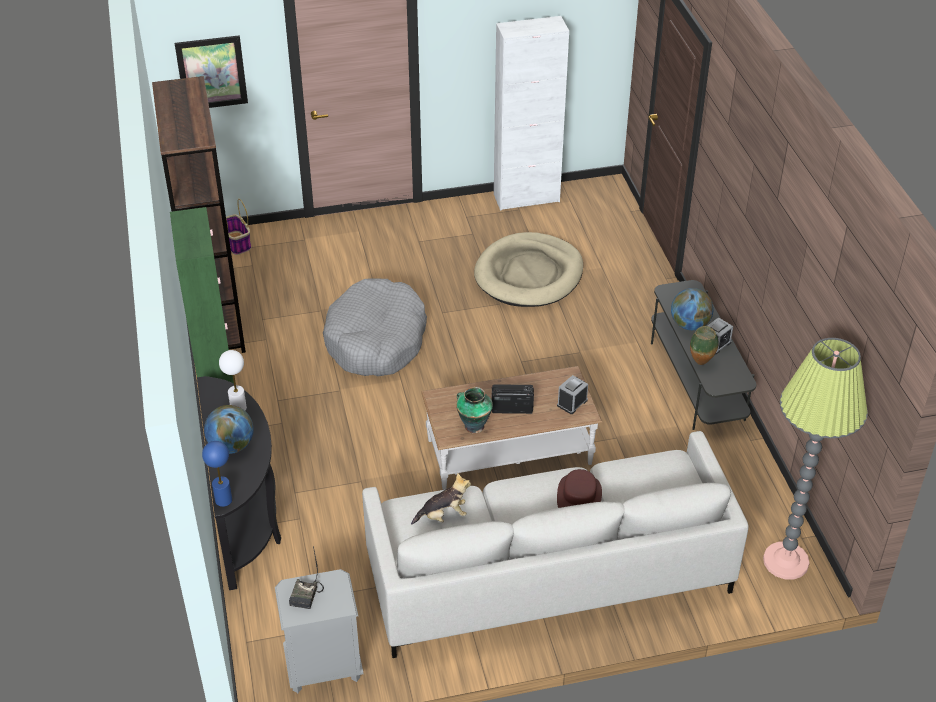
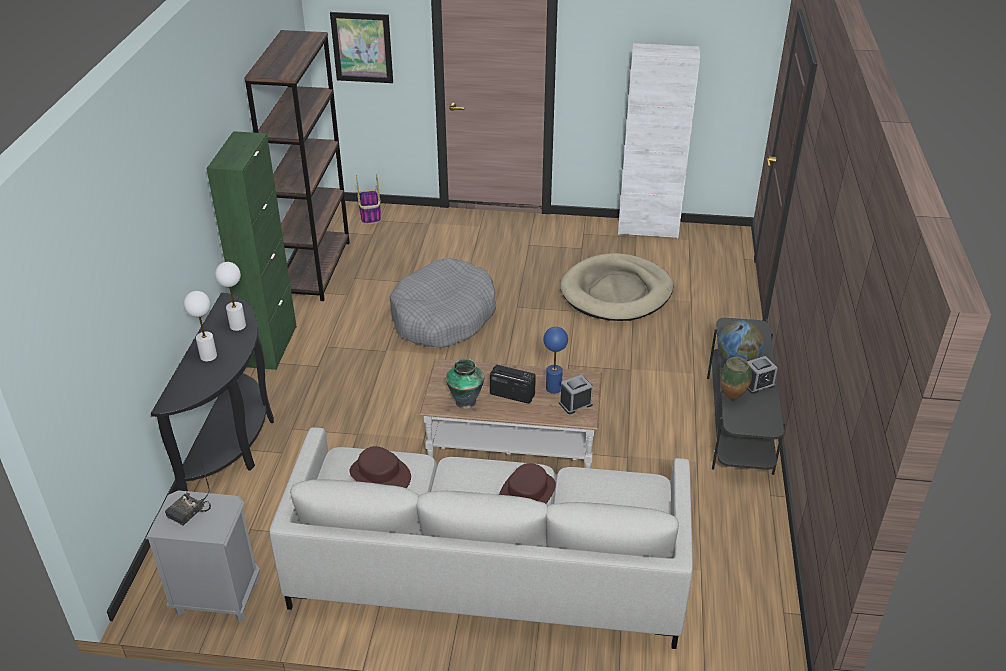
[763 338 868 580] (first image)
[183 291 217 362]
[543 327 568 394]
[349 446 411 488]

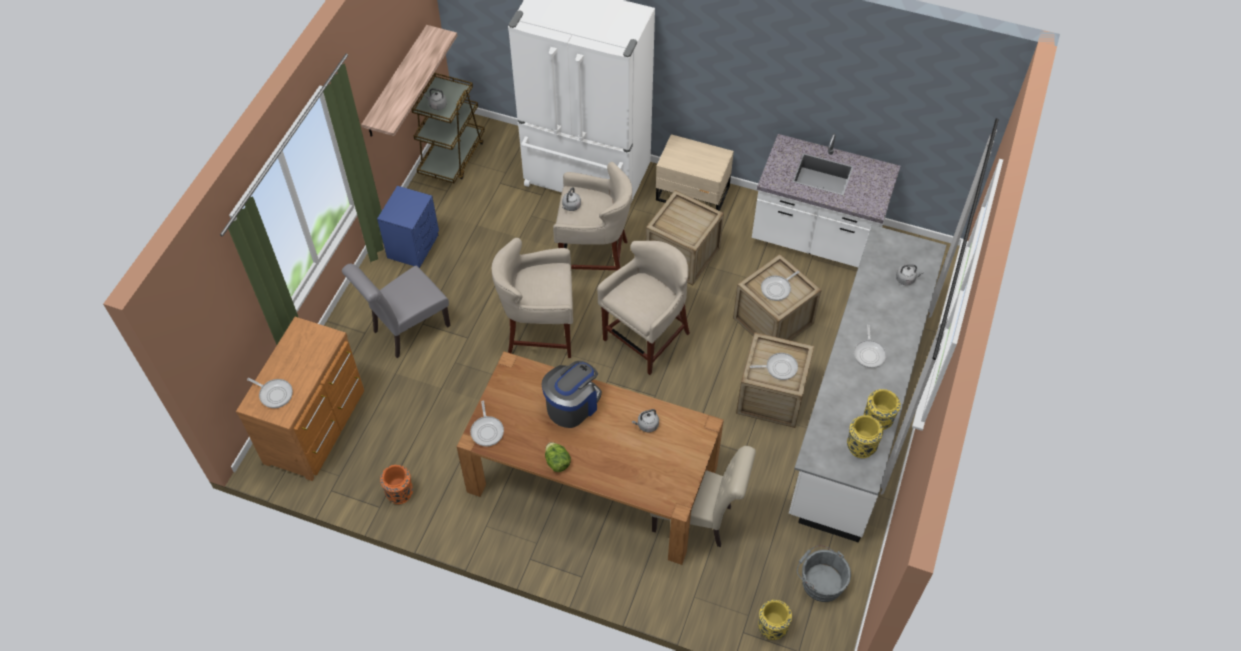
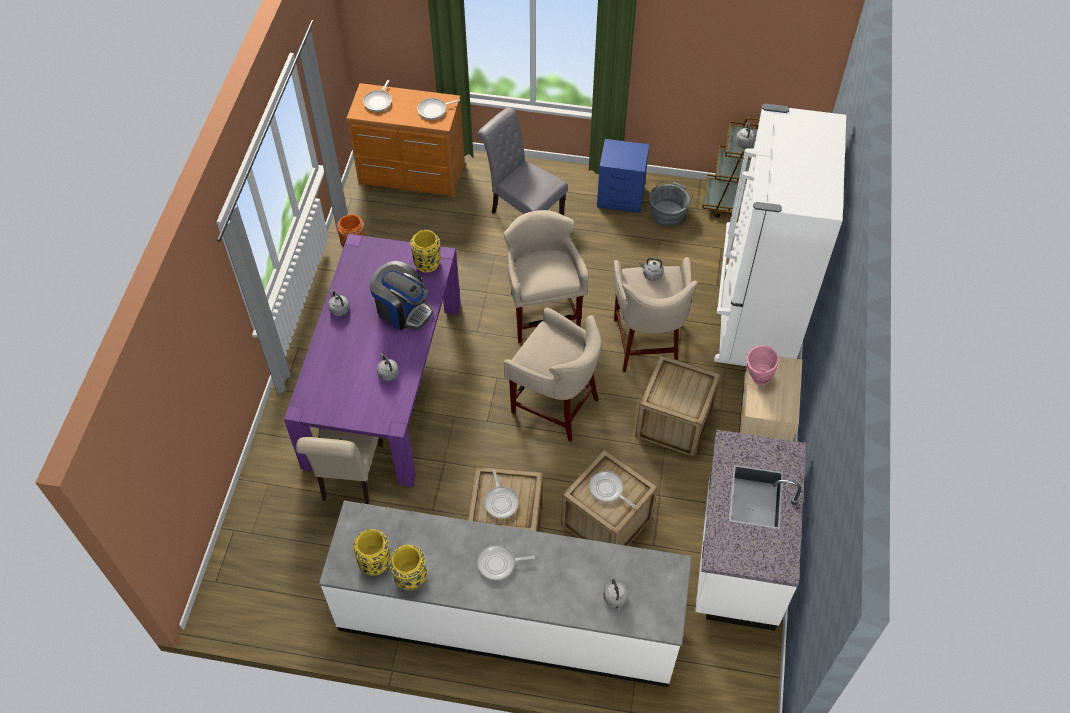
[361 25 458 137] (first image)
[284 234 461 487]
[417 98 460 120]
[328 290 350 316]
[649 181 693 227]
[410 230 441 273]
[747 345 779 385]

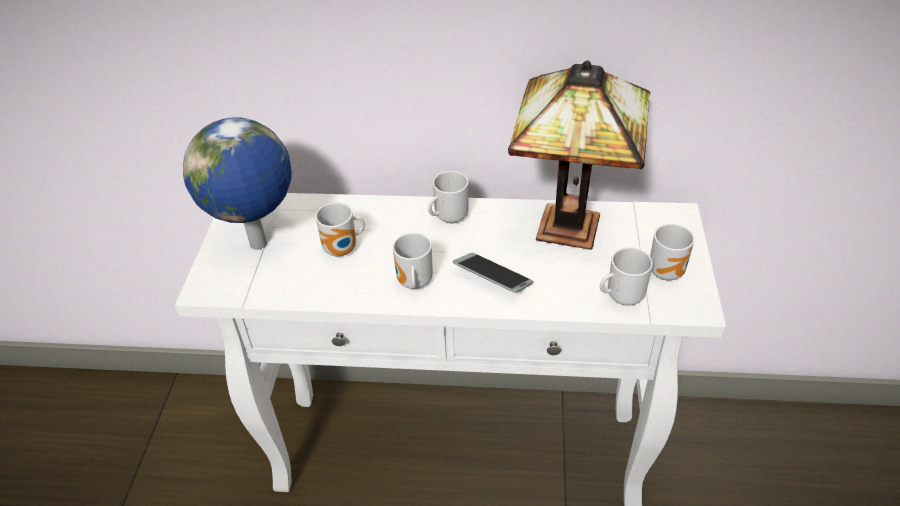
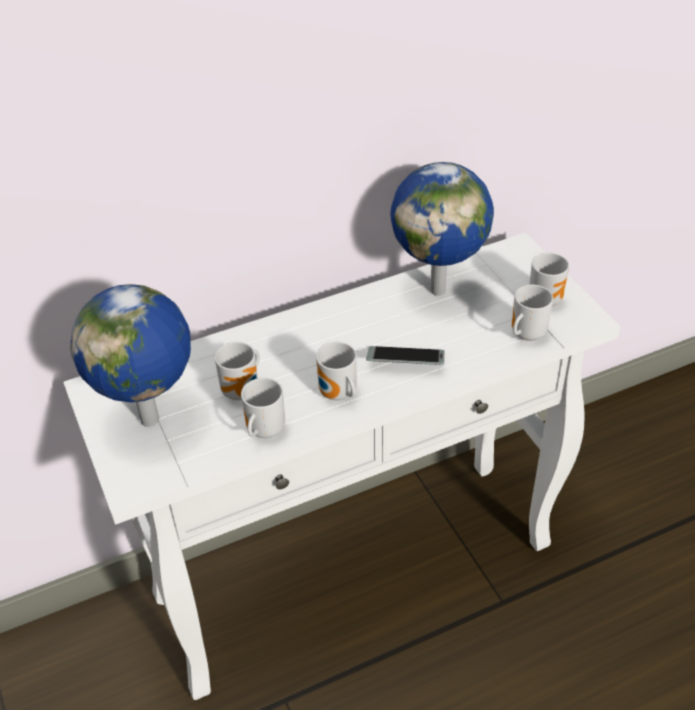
[390 162 494 296]
[241 378 285 438]

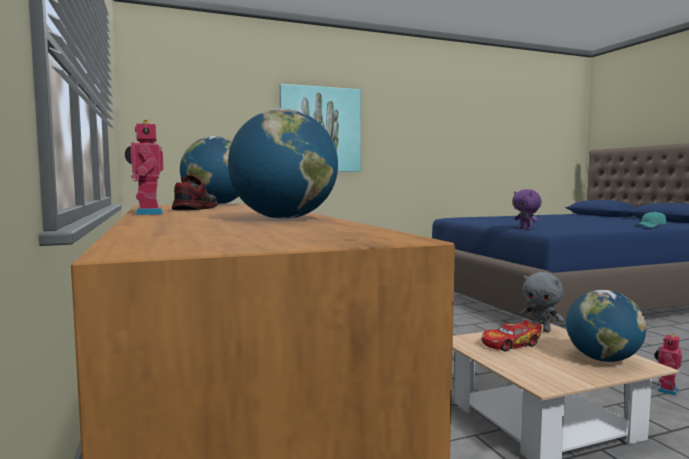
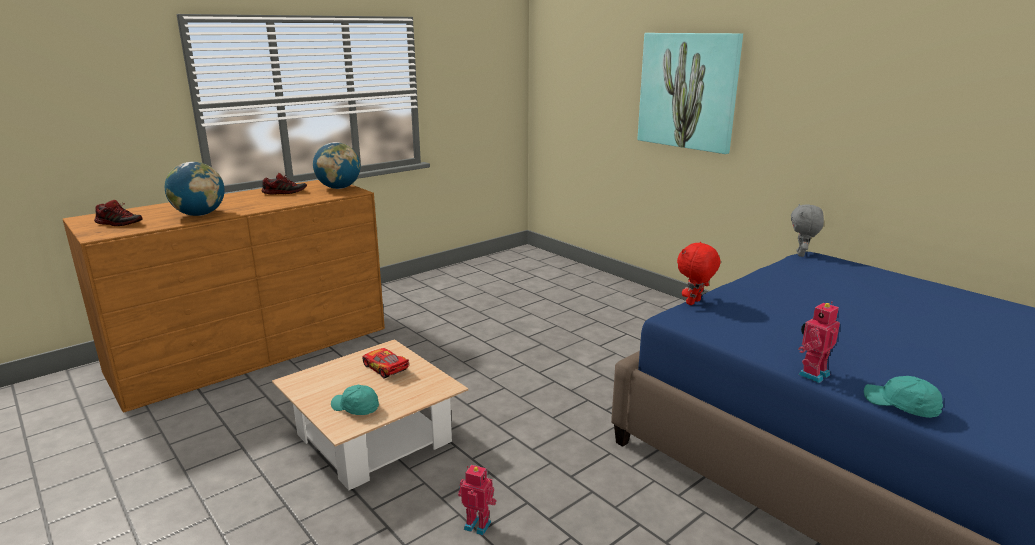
[798 302 840 383]
[677 242 720 305]
[791 204 824 257]
[331 385 379 415]
[94 200 143 226]

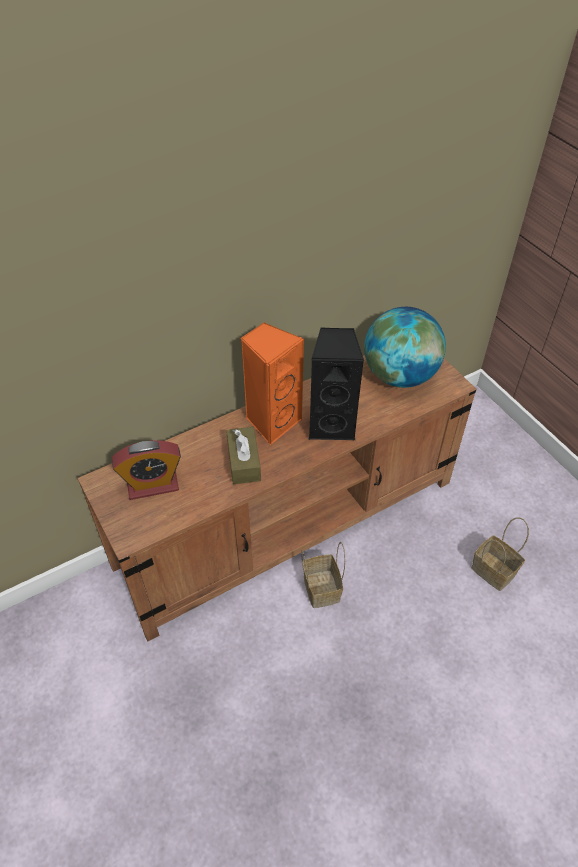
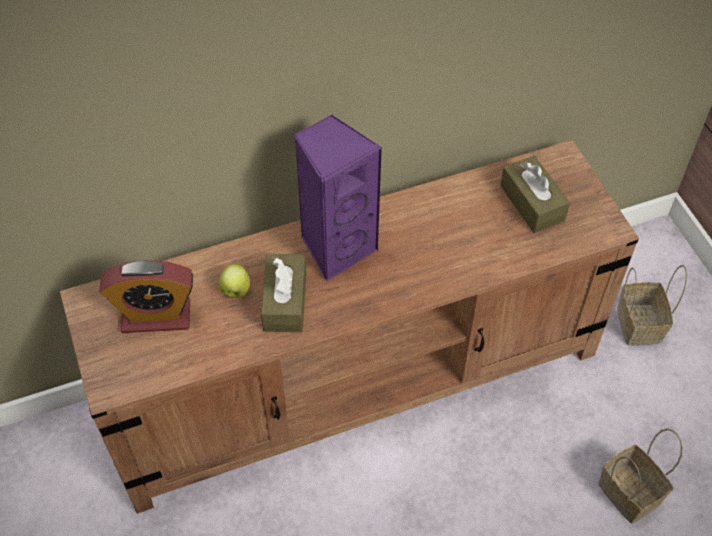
[500 156 570 233]
[294 114 382 282]
[309 327 364 440] (first image)
[617 265 687 345]
[219 264 250 298]

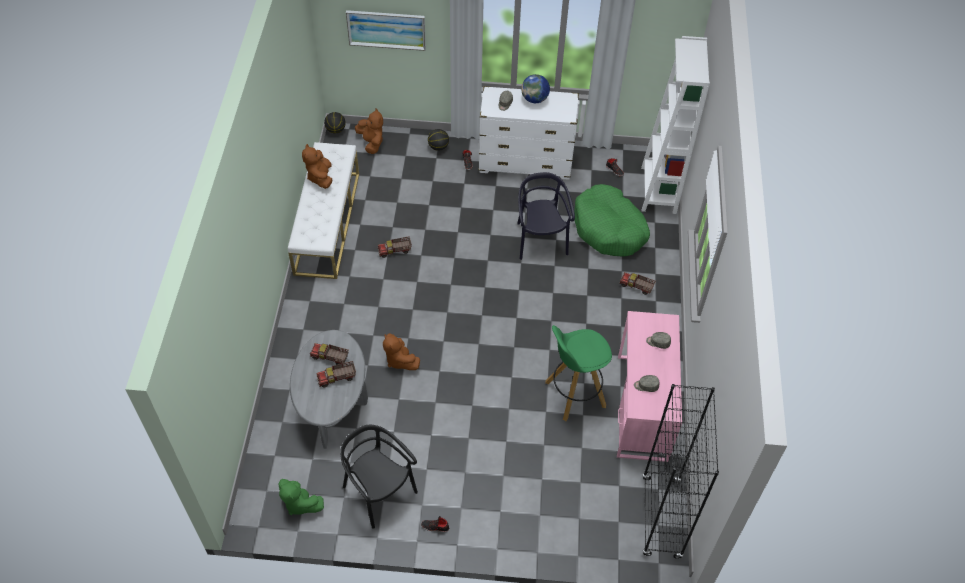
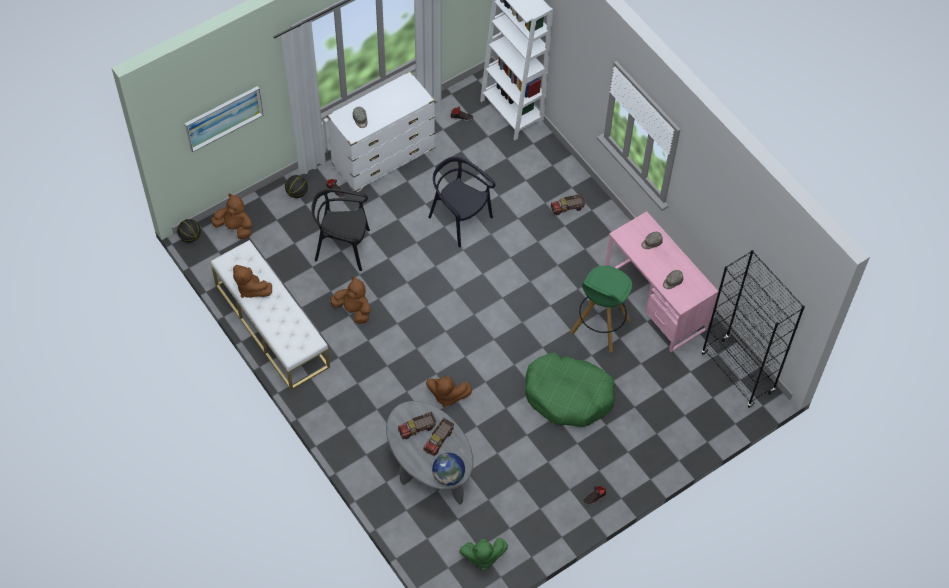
[432 453 465 486]
[525 352 615 427]
[330 276 371 324]
[311 189 370 271]

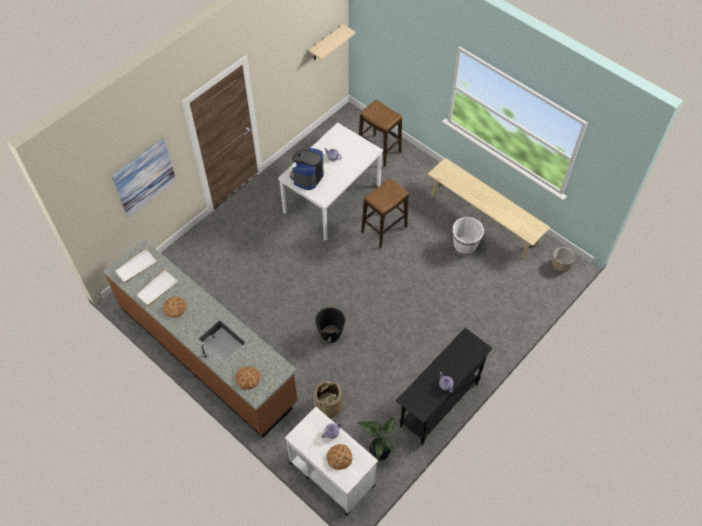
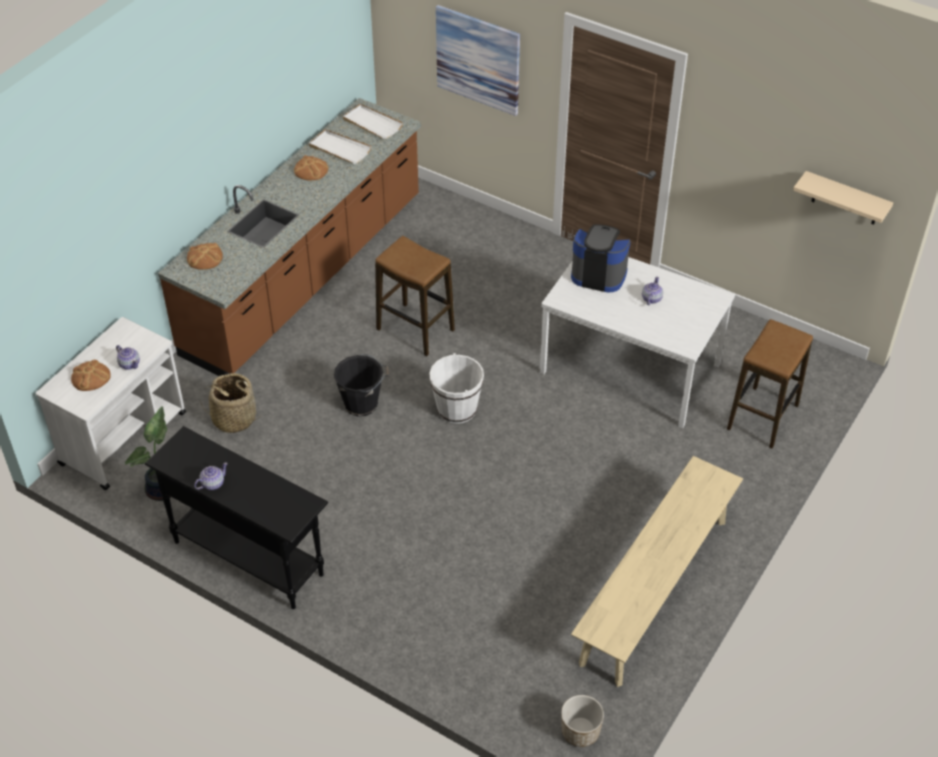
[375 236 455 356]
[429 353 484 424]

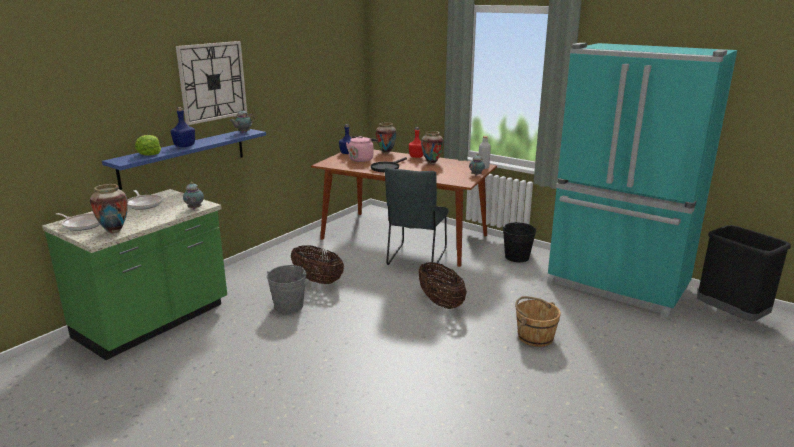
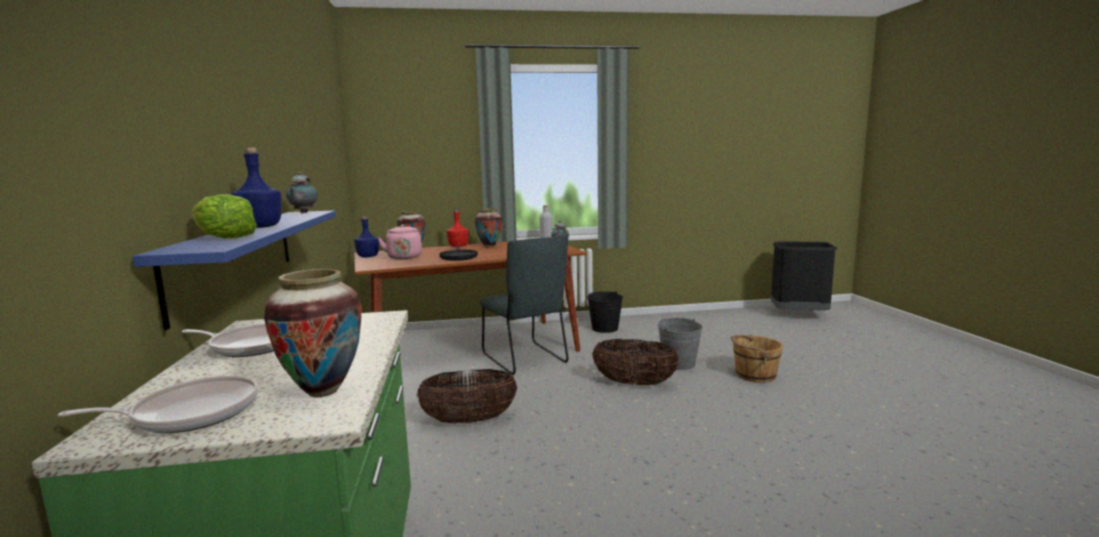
[176 41 247 125] (first image)
[547 43 737 318] (first image)
[183 182 204 209] (first image)
[658 318 703 370]

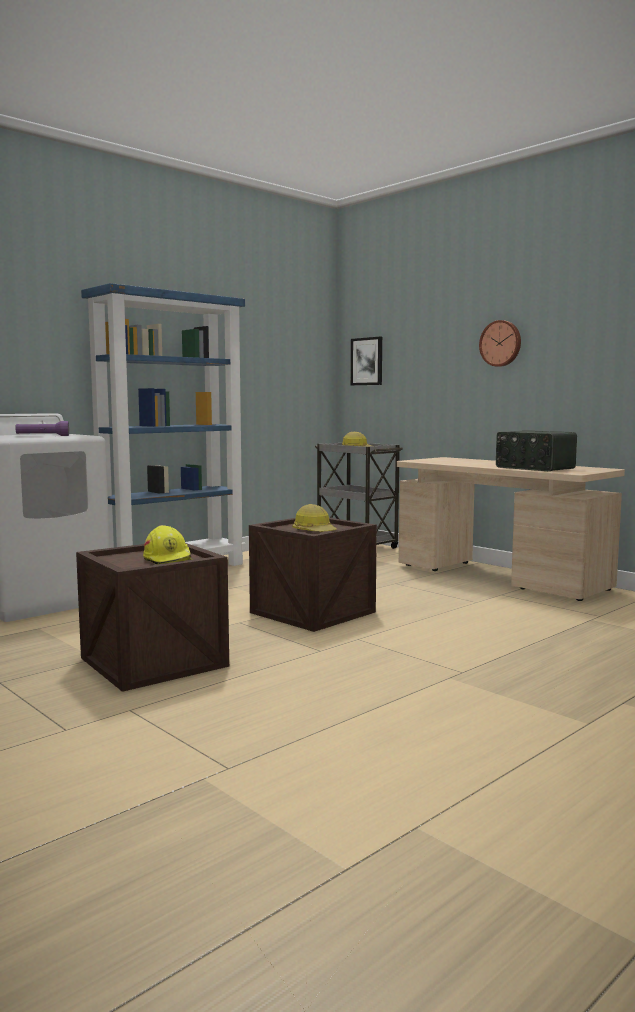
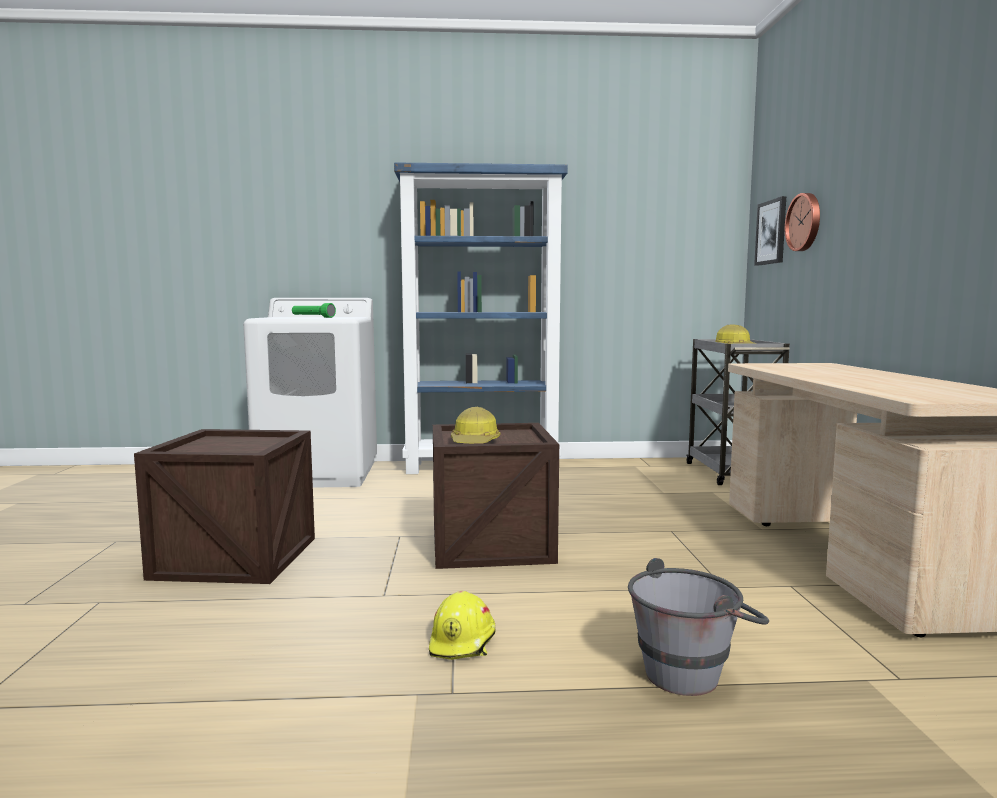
[785 193 820 251]
[292 303 336 318]
[496 430 577 471] (first image)
[429 591 496 660]
[628 558 769 696]

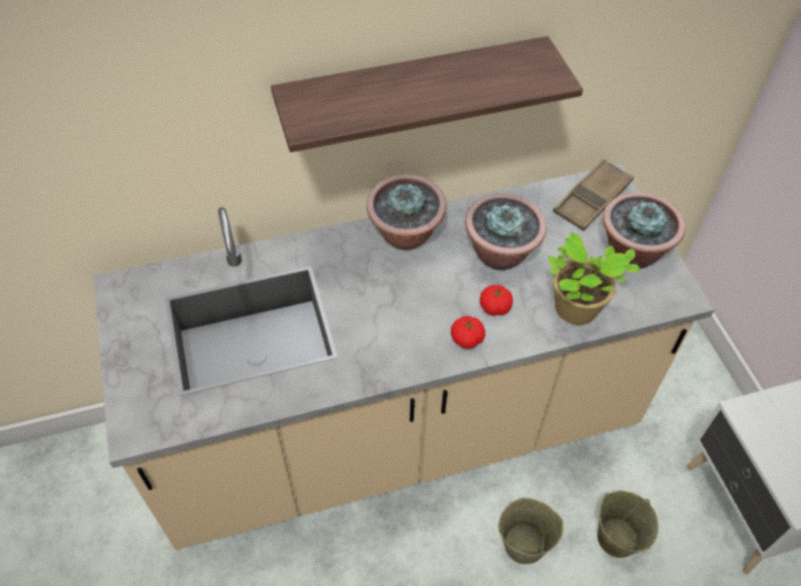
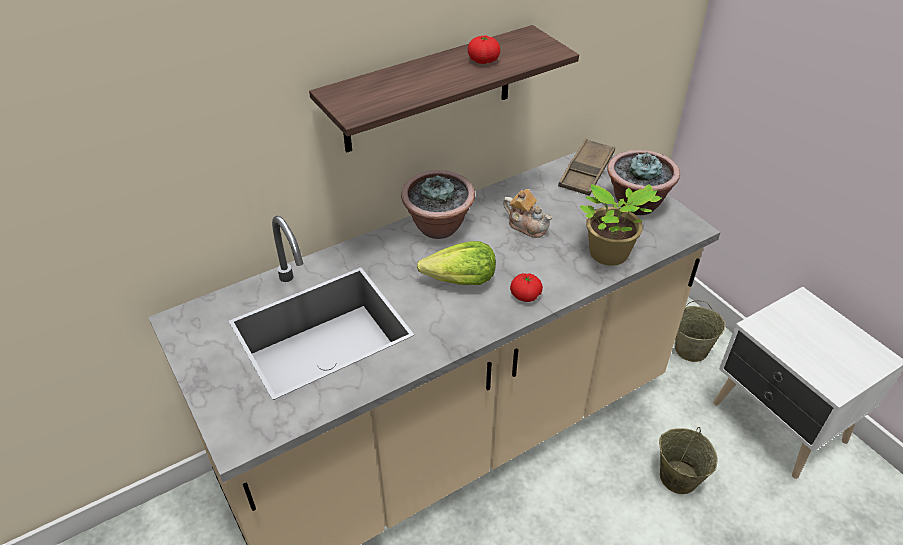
[503 189 553 238]
[468 36 500 64]
[675 301 725 362]
[417 241 496 285]

